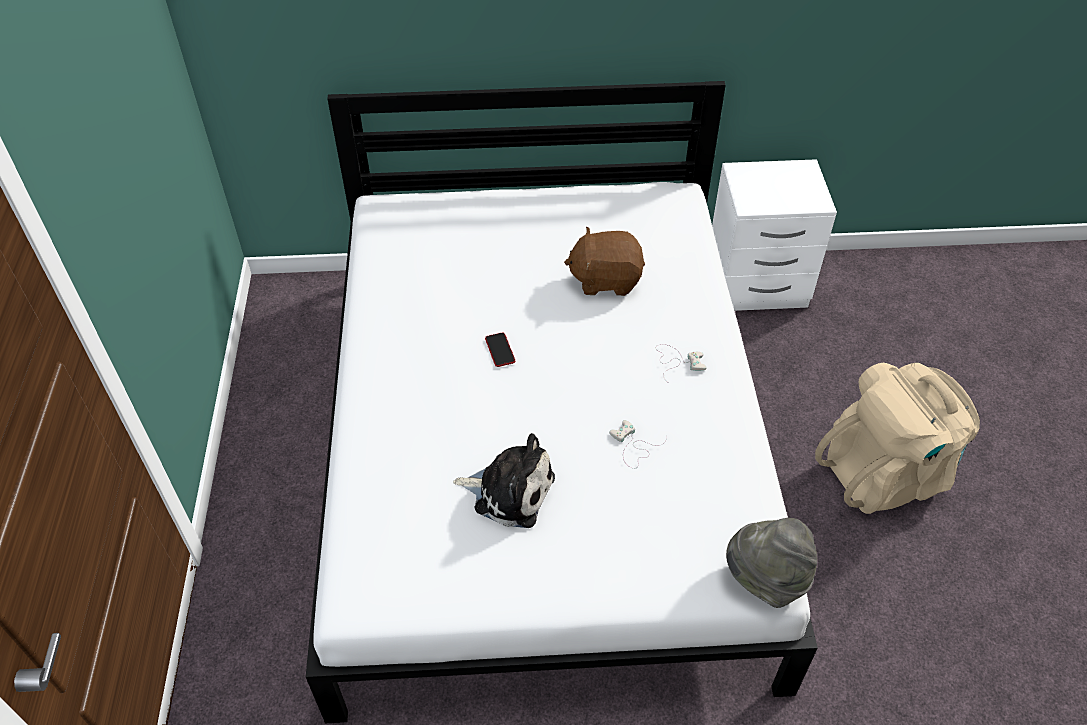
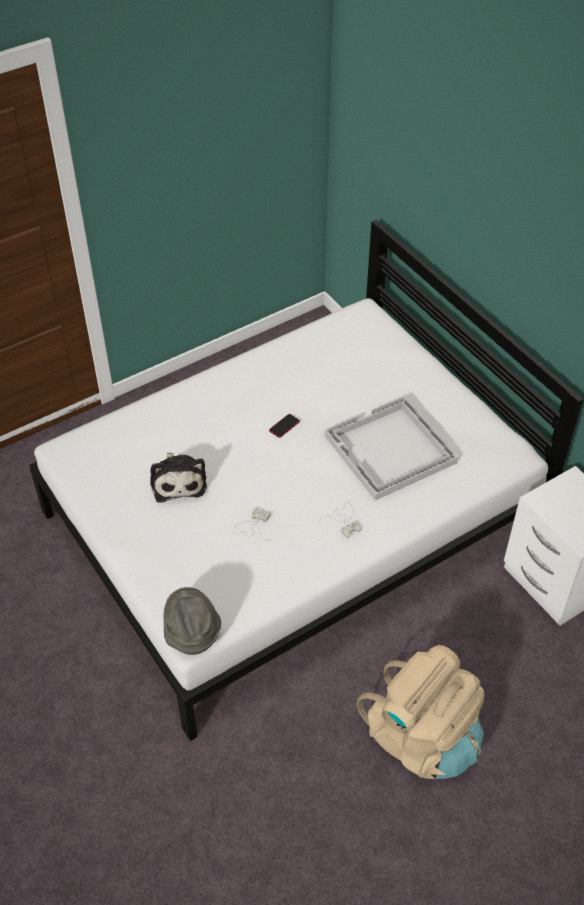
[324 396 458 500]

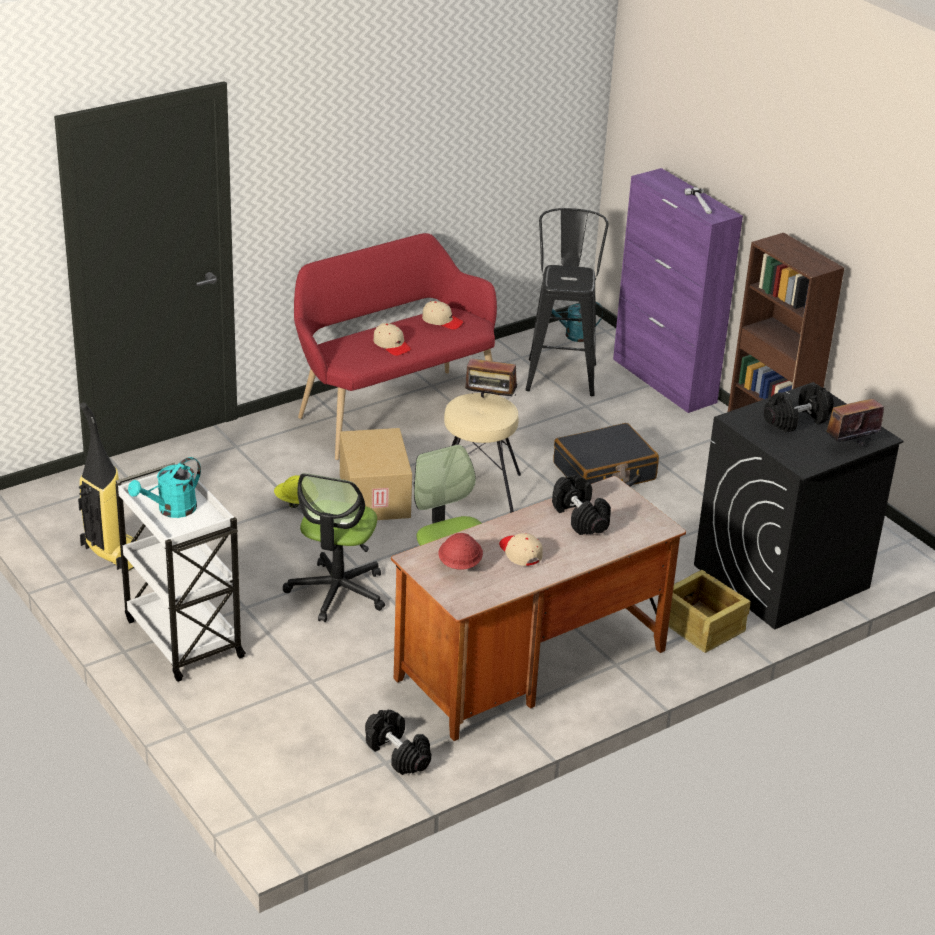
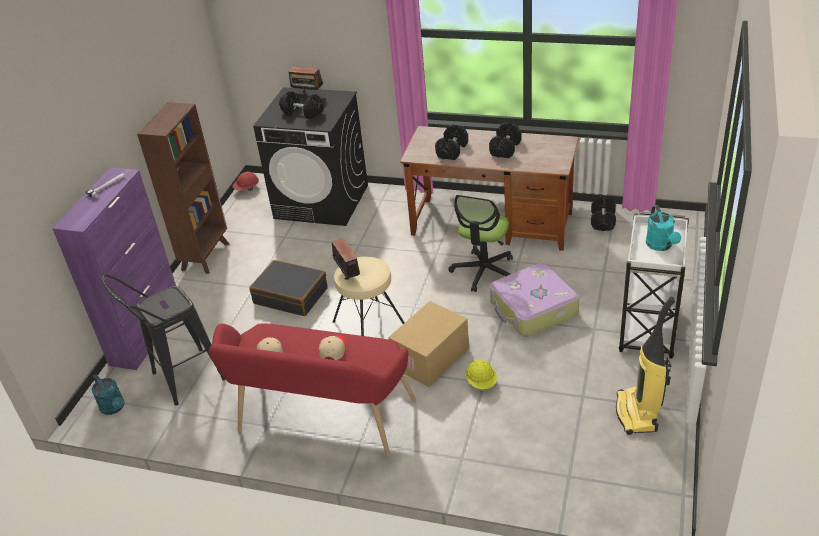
[646 205 681 251]
[490 263 579 337]
[233 172 259 191]
[489 122 522 158]
[668 570 751 653] (first image)

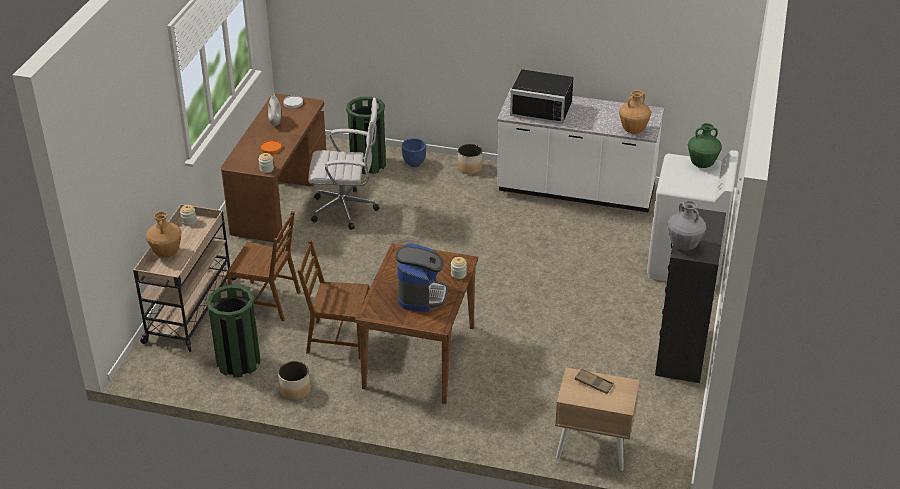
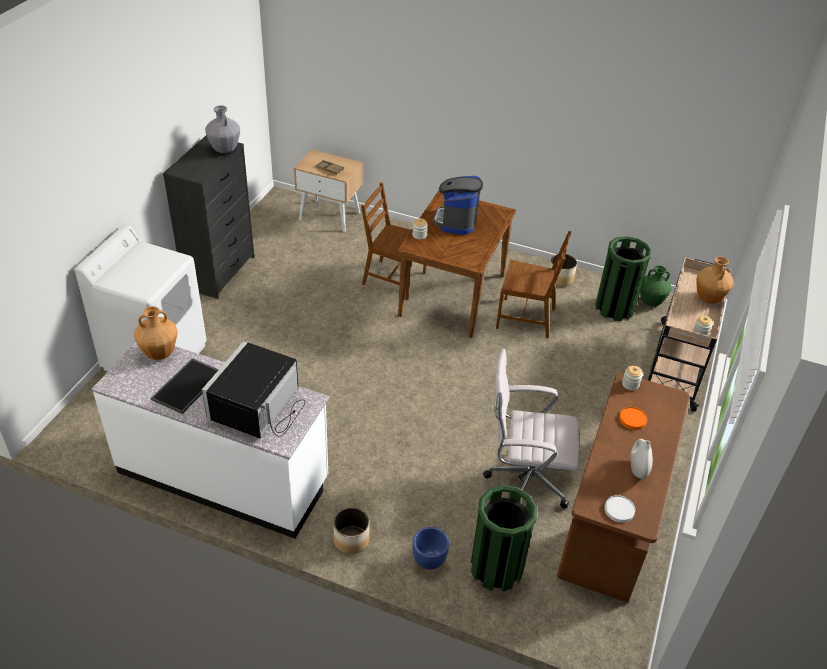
[202 341 305 439]
[640 265 672 306]
[361 182 426 300]
[151 358 219 414]

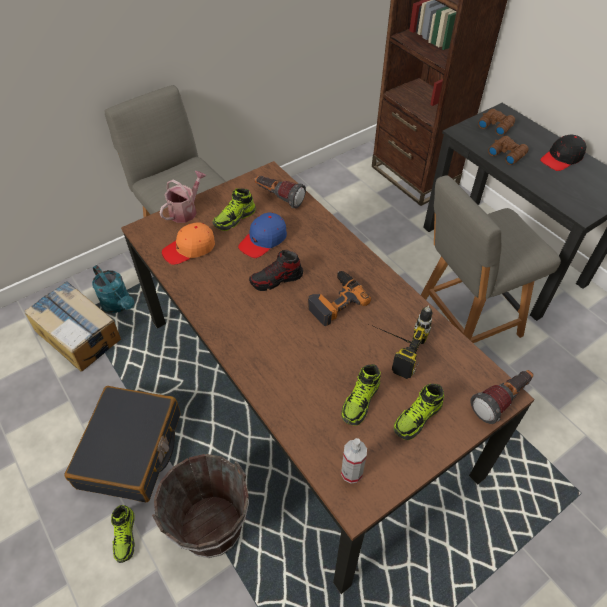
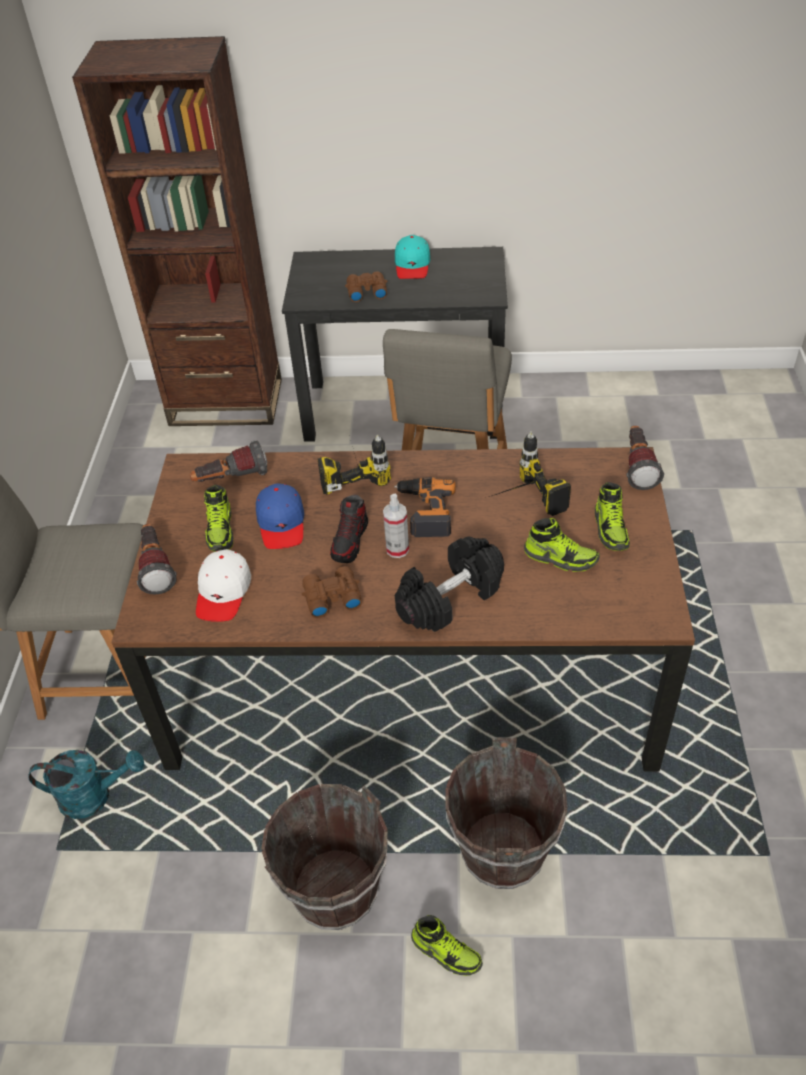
[302 566 362 618]
[395 235 430 279]
[137 524 177 595]
[196 549 251 622]
[24 281 121 371] (first image)
[524 518 600 572]
[261 784 388 930]
[383 494 409 558]
[318 434 391 495]
[395 536 504 632]

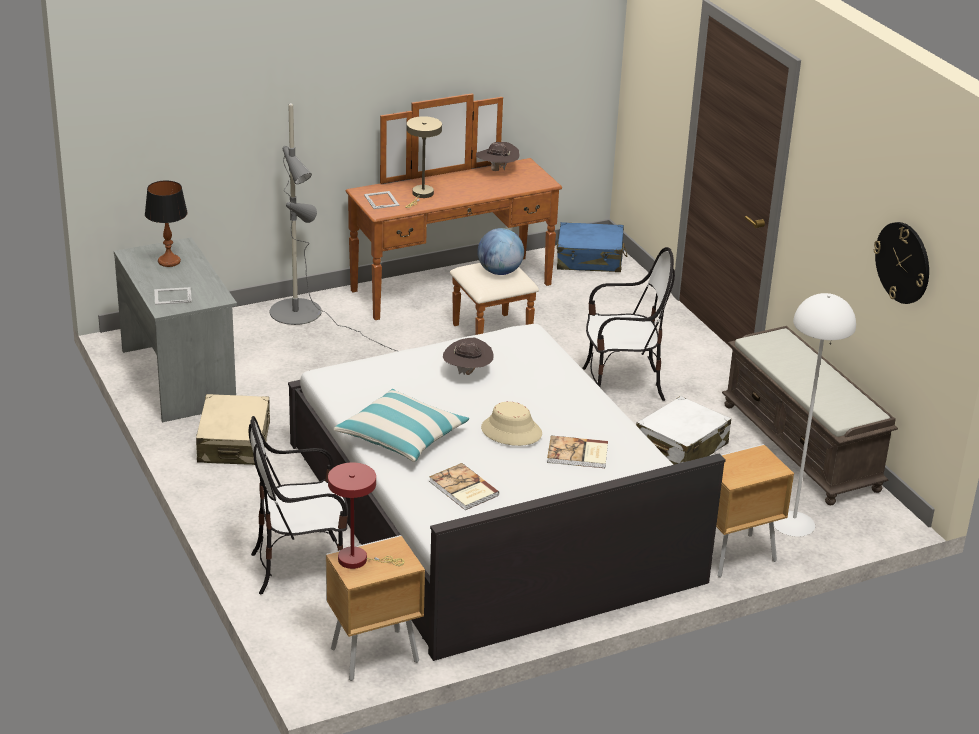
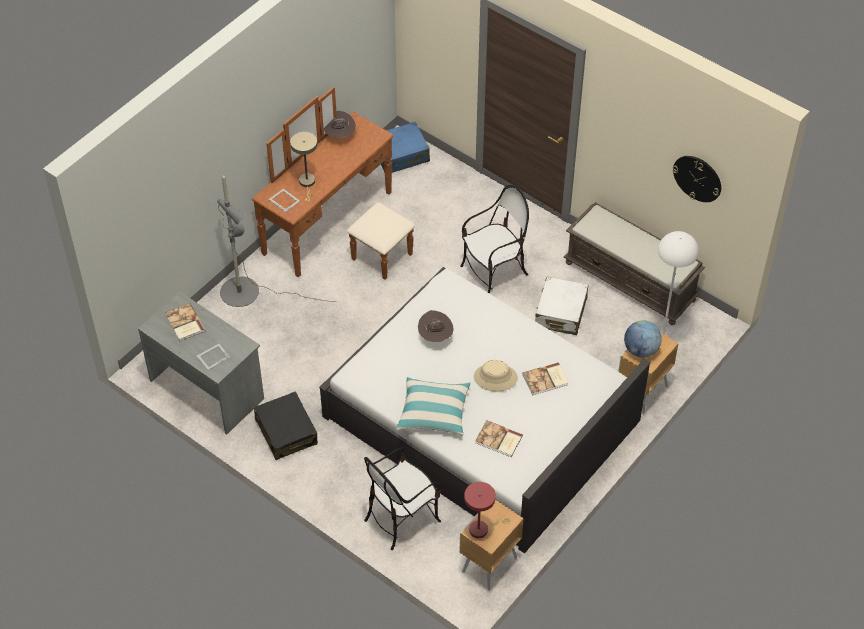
[165 303 205 341]
[624 320 662 357]
[254 391 318 460]

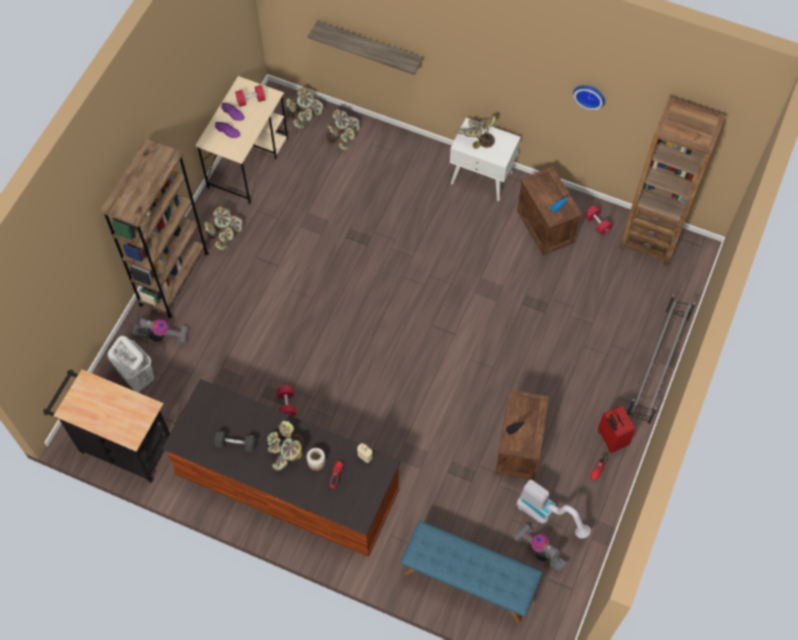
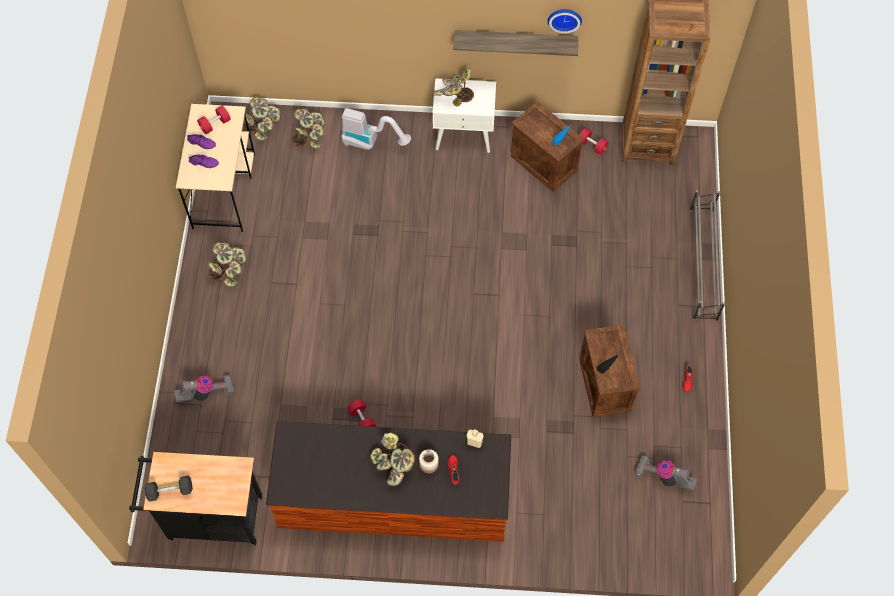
[453 30 578 56]
[100 138 209 318] (first image)
[108 336 154 392] (first image)
[598 405 636 453] (first image)
[145 476 193 502]
[341 108 411 150]
[400 521 543 623] (first image)

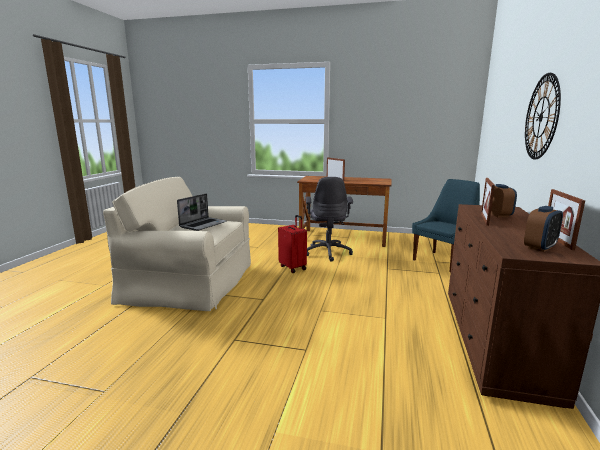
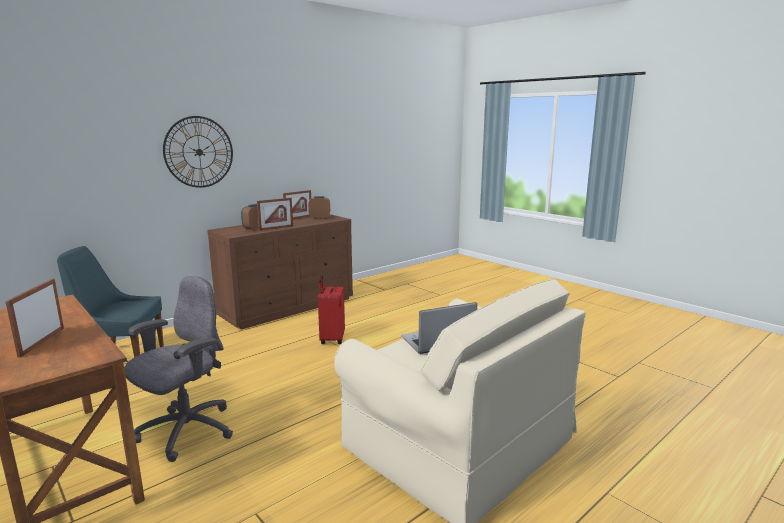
[318 275 345 344]

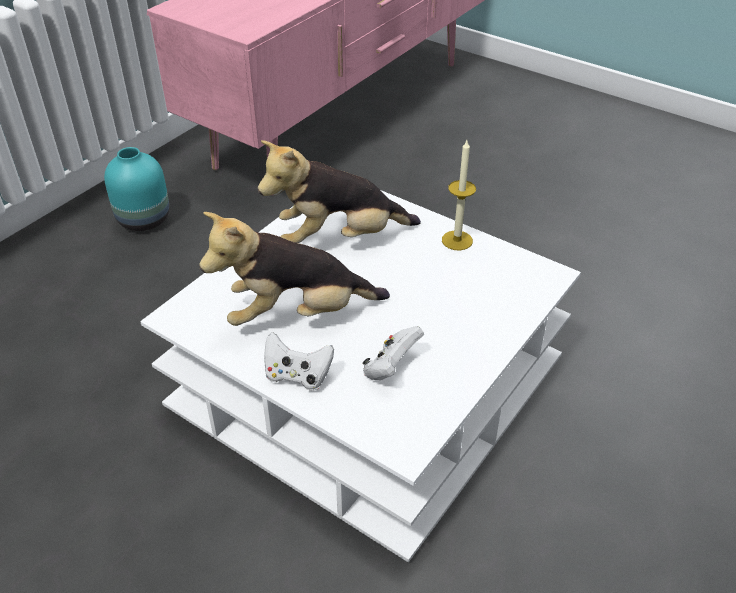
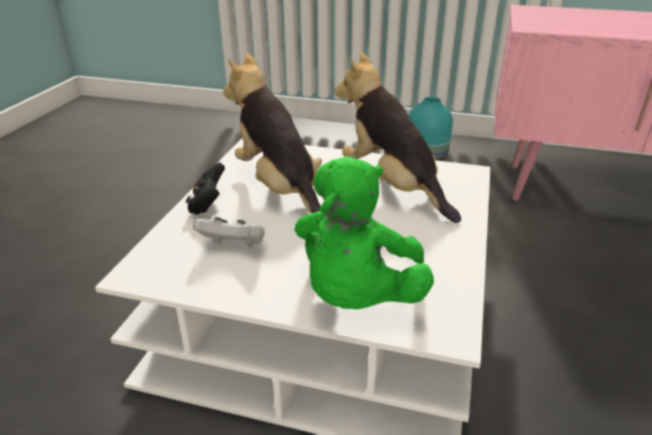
[442 140 476 250] (first image)
[186 163 225 215]
[294 156 434 309]

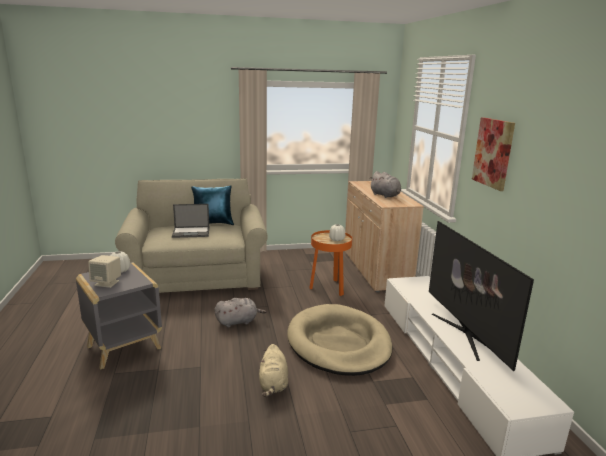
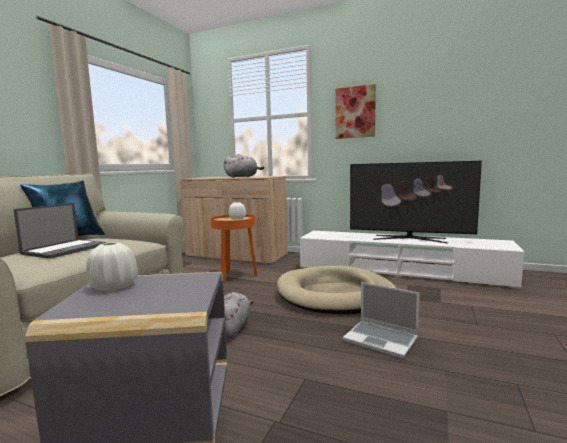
[88 255 121 288] (first image)
[343 282 420 358]

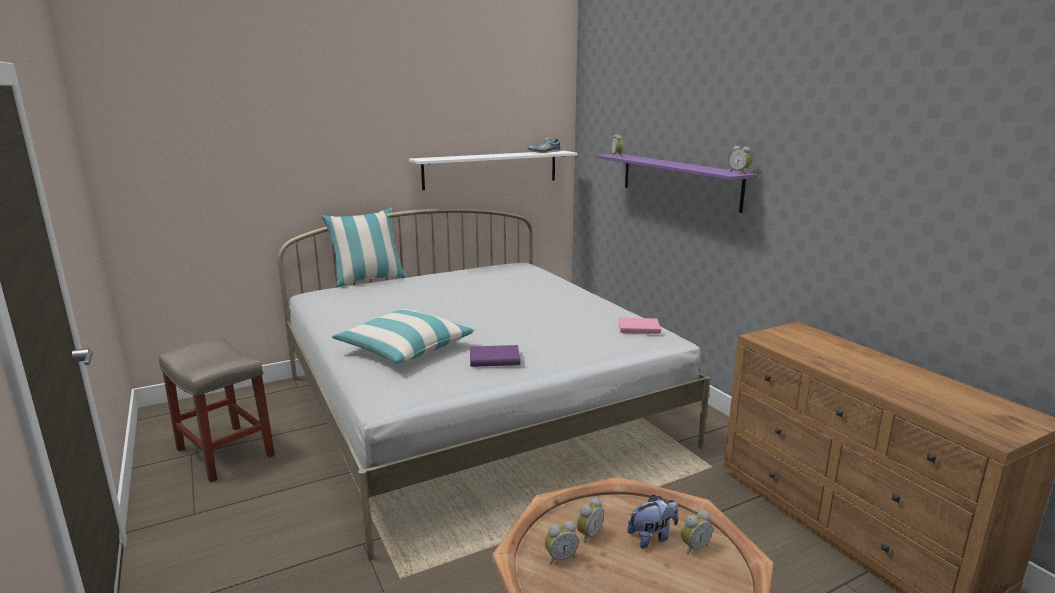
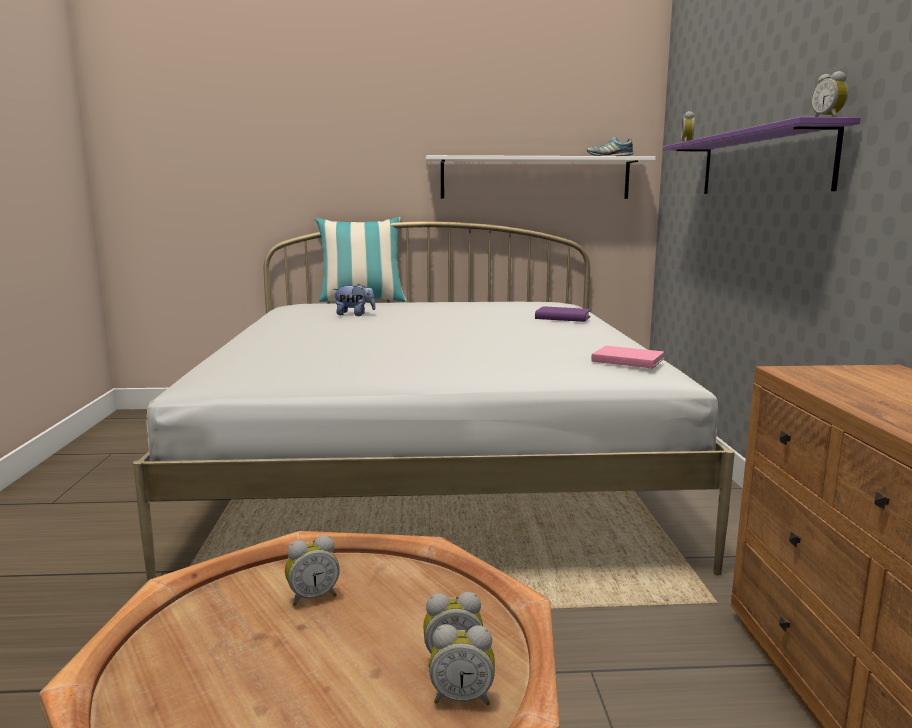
[332 309 474 364] (first image)
[159 338 275 483] (first image)
[535 306 591 322]
[333 284 376 316]
[429 624 495 706]

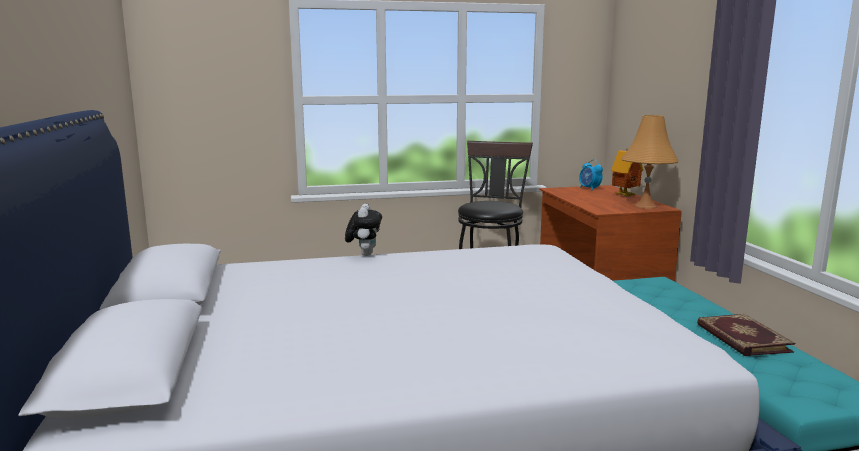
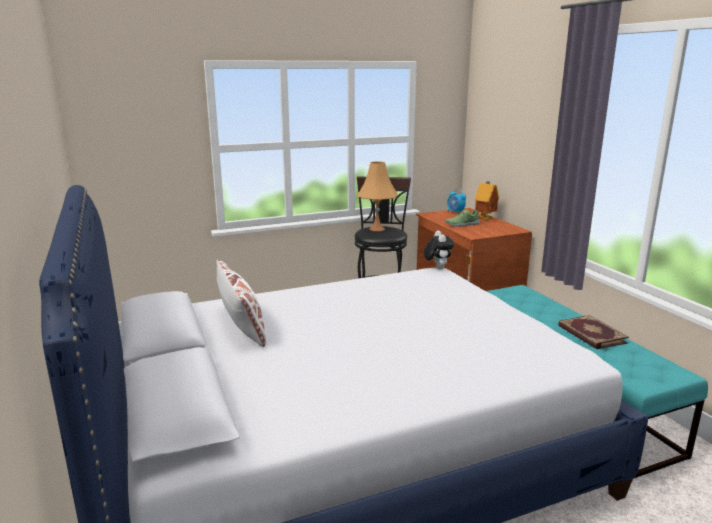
[357 161 398 231]
[424 231 454 269]
[445 210 480 227]
[216 259 267 347]

